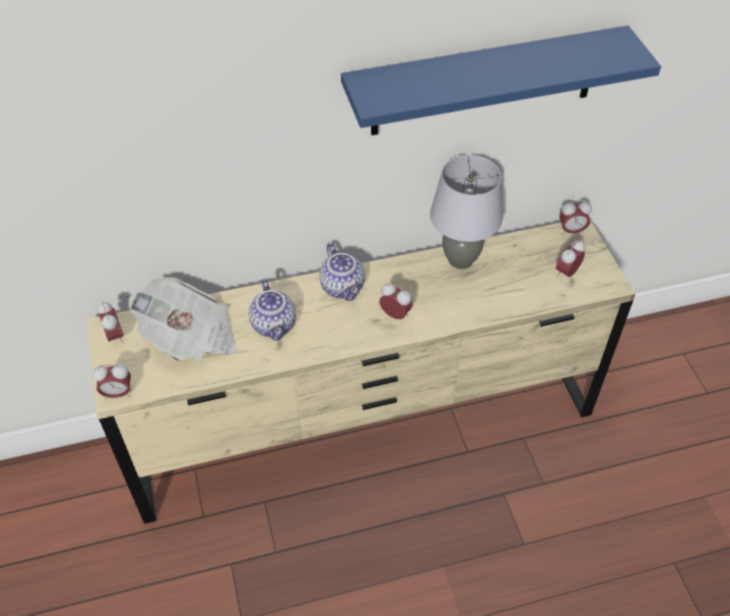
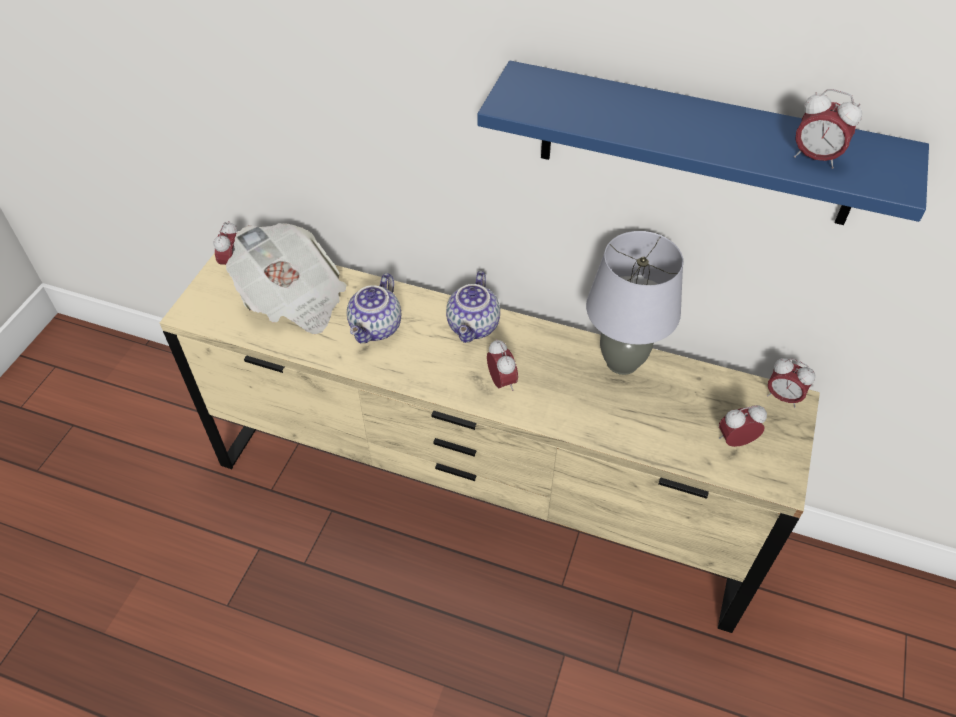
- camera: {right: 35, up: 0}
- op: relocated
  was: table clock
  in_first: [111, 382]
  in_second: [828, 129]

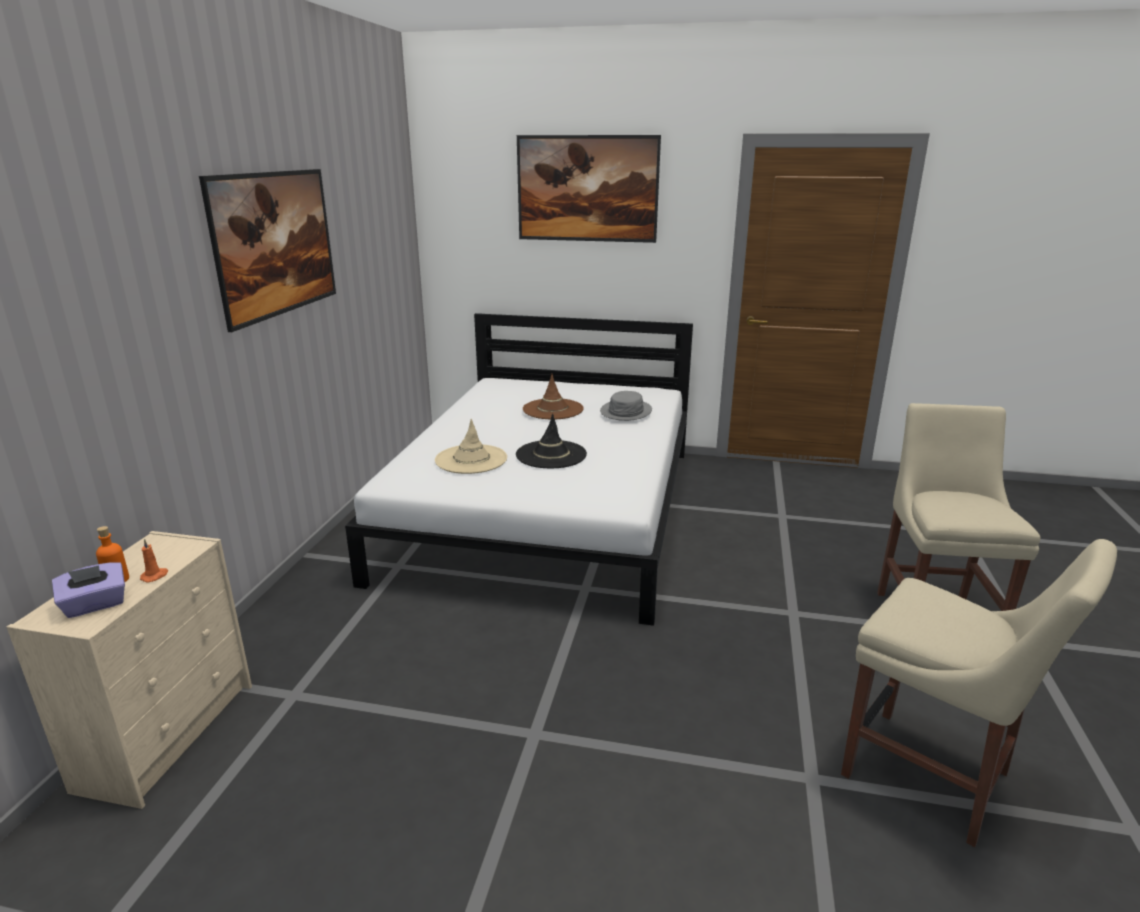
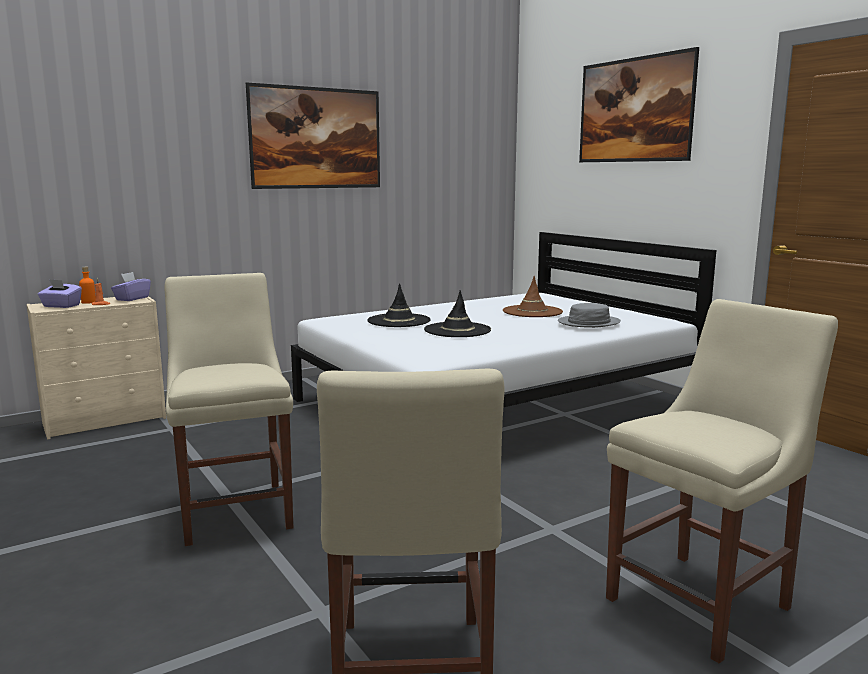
- camera: {right: 45, up: -10}
- op: colour
  was: beige wearable hat
  now: black wearable hat
  in_first: [471, 446]
  in_second: [398, 305]
- op: appeared
  now: purple-coloured tissue box
  in_second: [131, 286]
- op: appeared
  now: beige plain chair
  in_second: [229, 409]

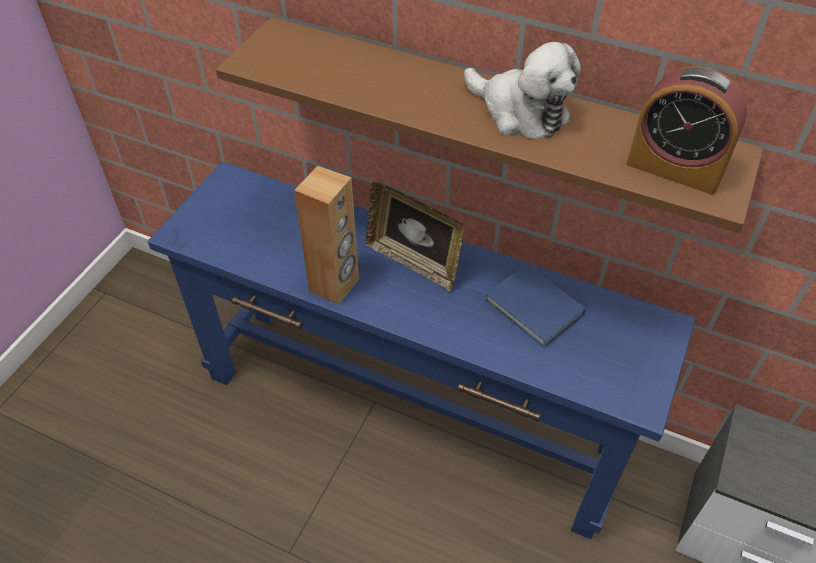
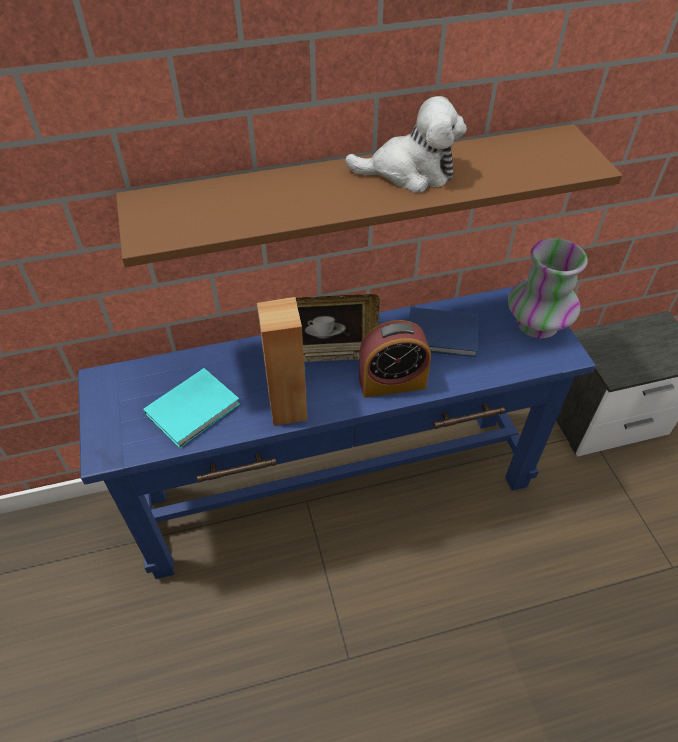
- camera: {right: -40, up: 0}
- op: relocated
  was: table clock
  in_first: [687, 130]
  in_second: [395, 359]
- op: appeared
  now: vase
  in_second: [548, 288]
- op: appeared
  now: turquoise book
  in_second: [191, 408]

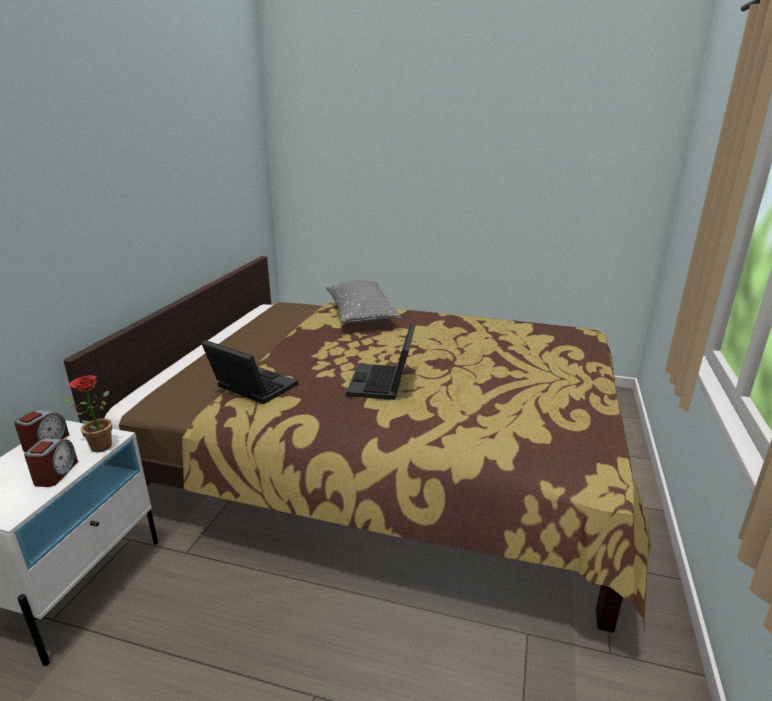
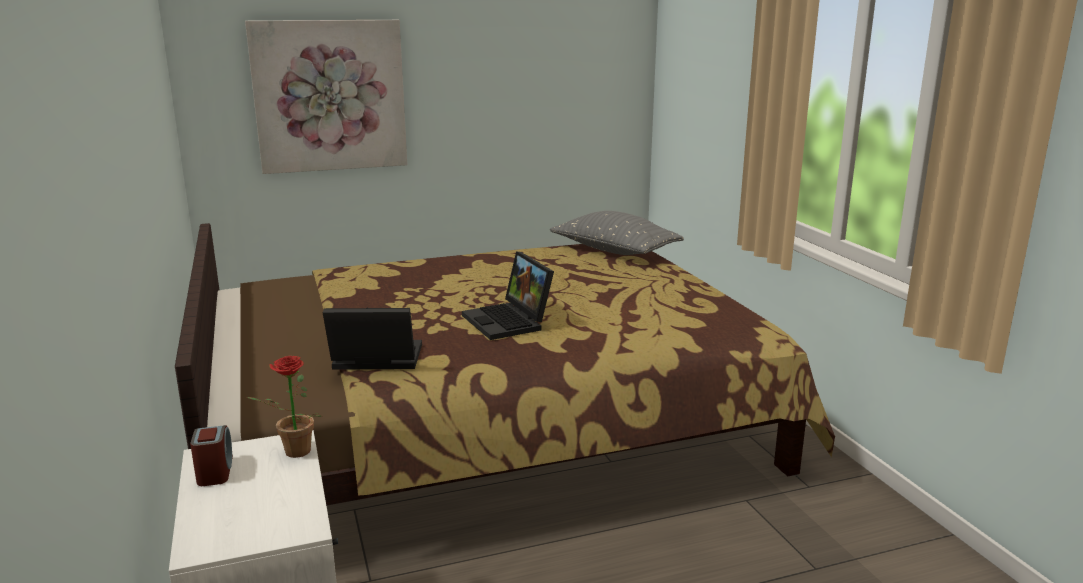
- camera: {right: -35, up: -5}
- op: relocated
  was: grey cushion
  in_first: [363, 301]
  in_second: [617, 233]
- op: missing
  was: table clock
  in_first: [51, 463]
- op: appeared
  now: wall art
  in_second: [326, 97]

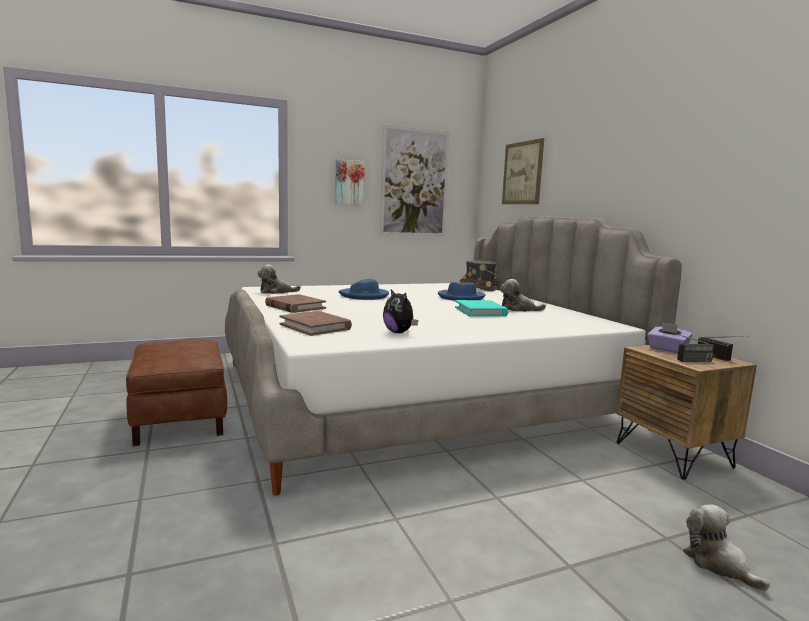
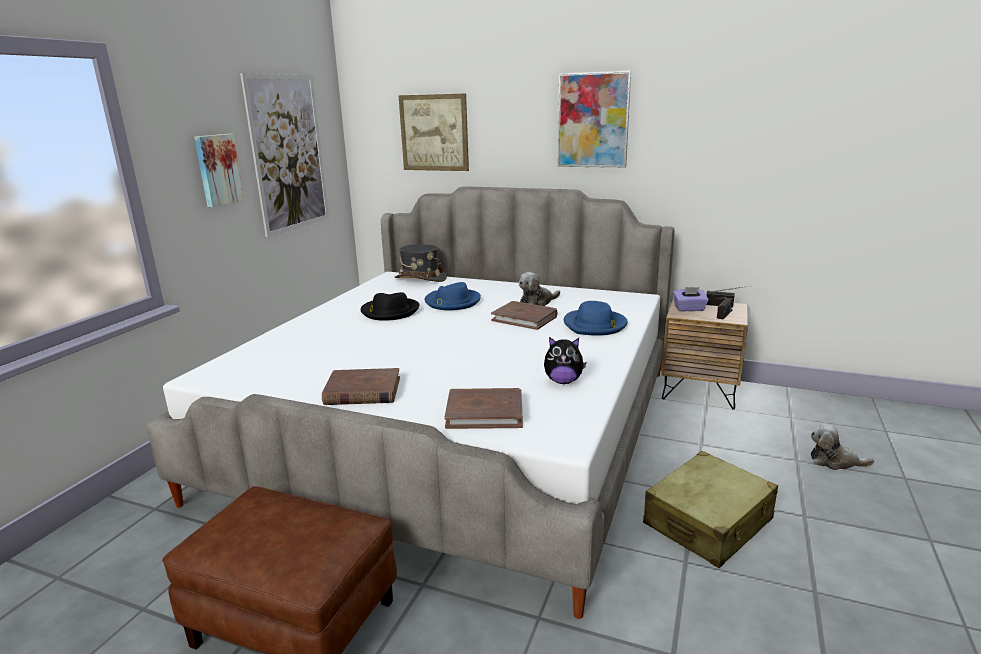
- camera: {right: -45, up: 10}
- op: missing
  was: soft toy
  in_first: [279, 279]
- op: relocated
  was: bluish wearable hat
  in_first: [364, 289]
  in_second: [596, 318]
- op: colour
  was: turquoise book
  now: brownish book
  in_first: [481, 308]
  in_second: [524, 315]
- op: appeared
  now: wall art
  in_second: [594, 119]
- op: appeared
  now: black wearable hat
  in_second: [390, 306]
- op: appeared
  now: beige piece of luggage
  in_second: [710, 509]

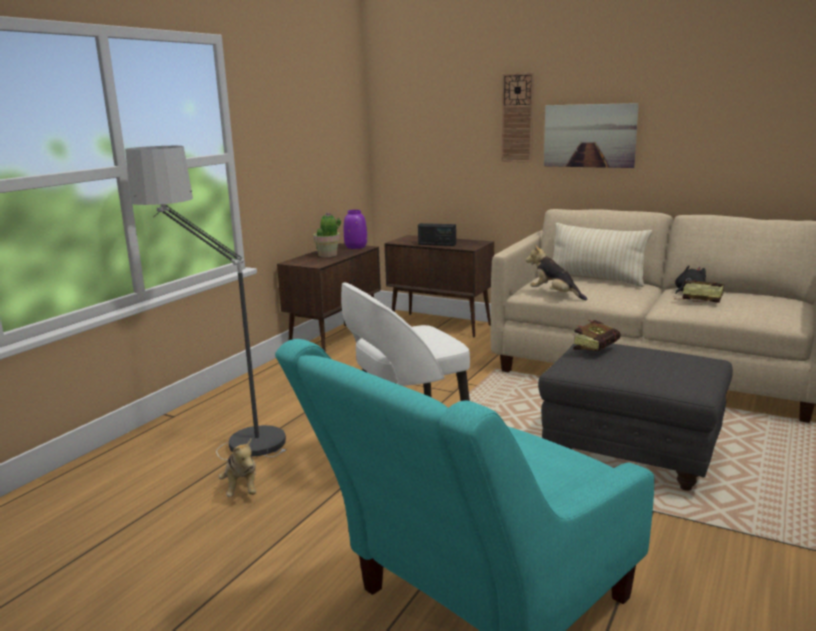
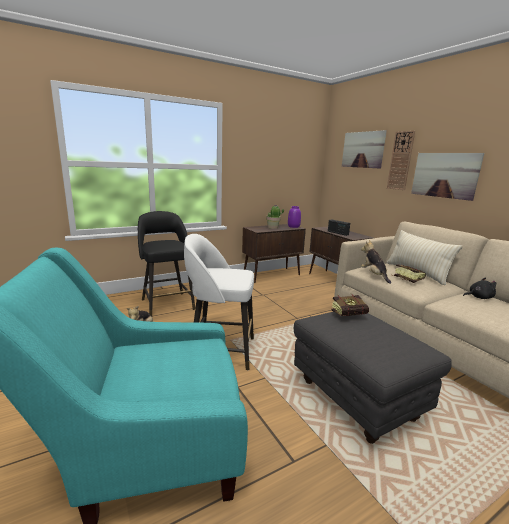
- camera: {right: 30, up: 0}
- op: exchanged
  was: standing lamp
  now: black stool seat
  in_first: [205, 303]
  in_second: [166, 263]
- op: relocated
  was: book
  in_first: [703, 291]
  in_second: [409, 273]
- op: appeared
  now: wall art
  in_second: [364, 149]

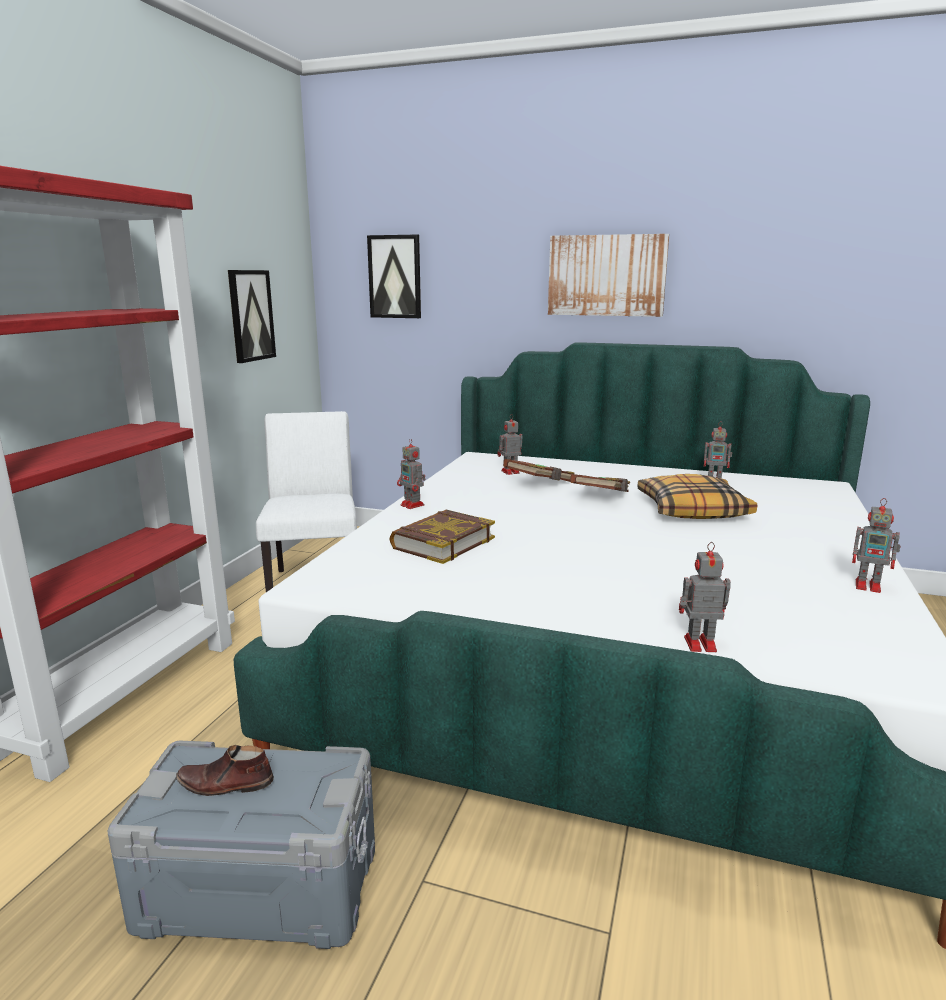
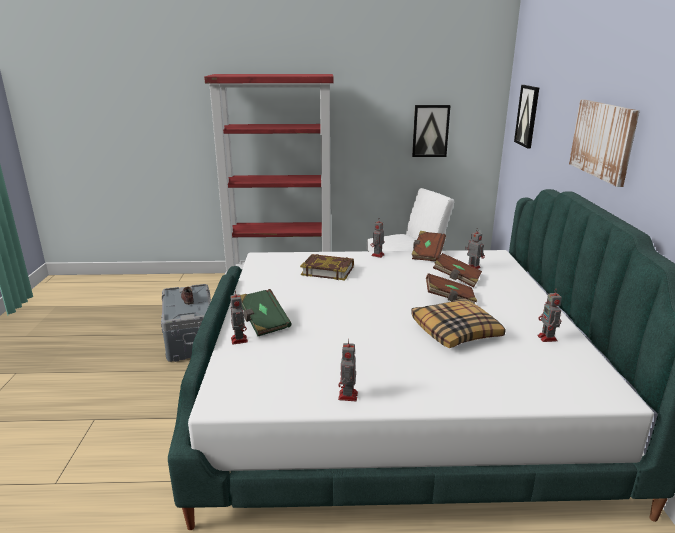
- camera: {right: 70, up: 5}
- op: appeared
  now: brownish book
  in_second: [428, 246]
- op: appeared
  now: greenish book
  in_second: [266, 312]

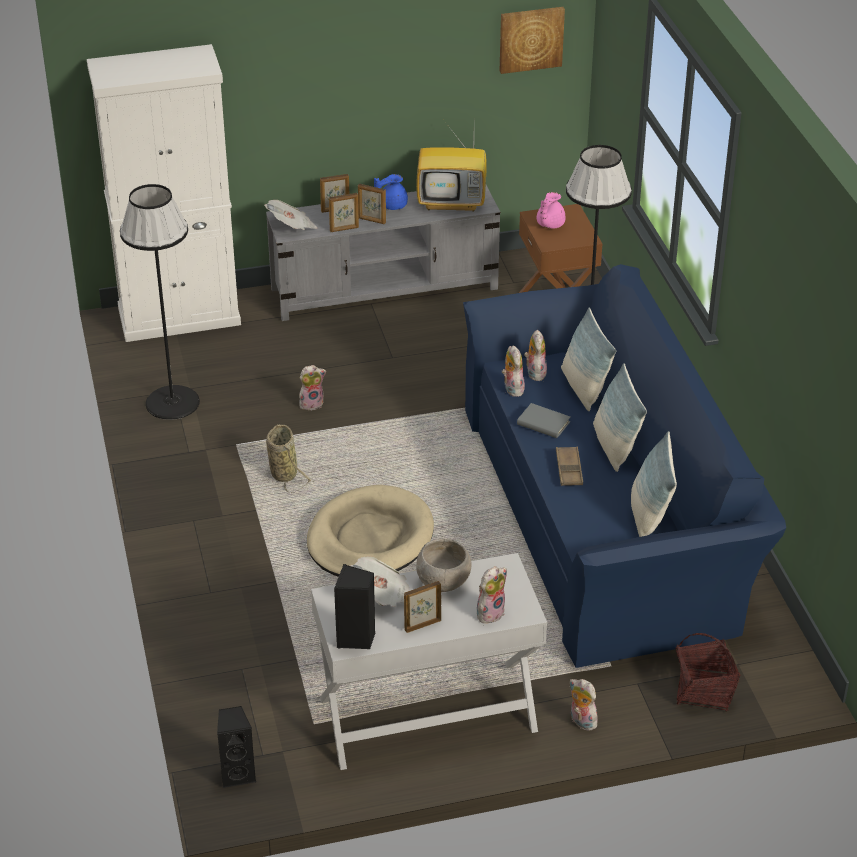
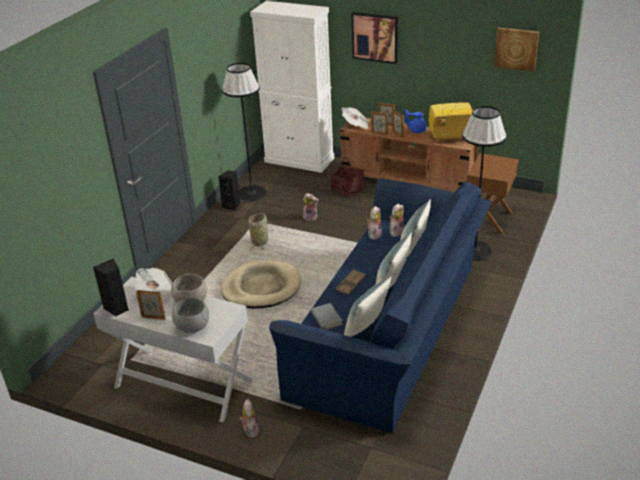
- camera: {right: 40, up: -5}
- op: spun
  was: television
  in_first: [451, 167]
  in_second: [451, 122]
  clockwise: 135
- op: colour
  was: grey media console
  now: brownish media console
  in_first: [383, 253]
  in_second: [409, 155]
- op: missing
  was: pink tea pot
  in_first: [551, 210]
- op: relocated
  was: grey book
  in_first: [543, 420]
  in_second: [327, 316]
- op: exchanged
  was: soft toy
  now: grey bowl
  in_first: [492, 594]
  in_second: [190, 315]
- op: relocated
  was: household basket
  in_first: [707, 672]
  in_second: [348, 177]
- op: relocated
  was: black loudspeaker
  in_first: [237, 747]
  in_second: [229, 190]
- op: appeared
  now: wall art
  in_second: [374, 38]

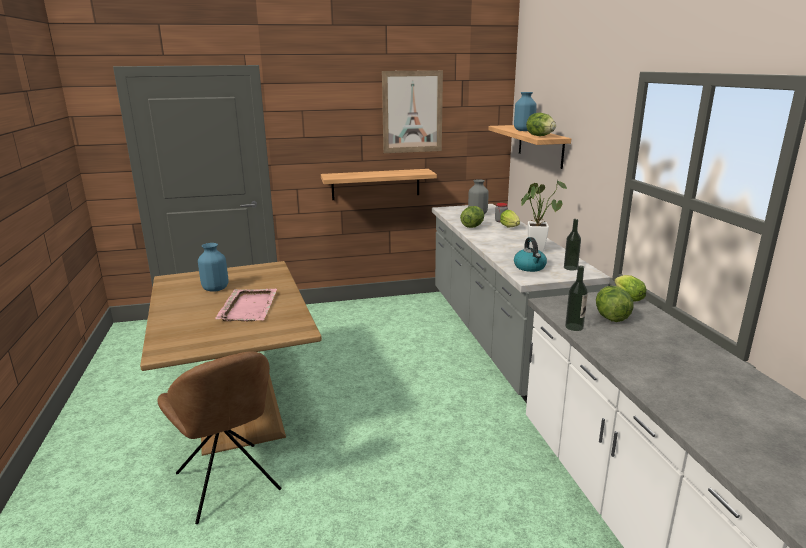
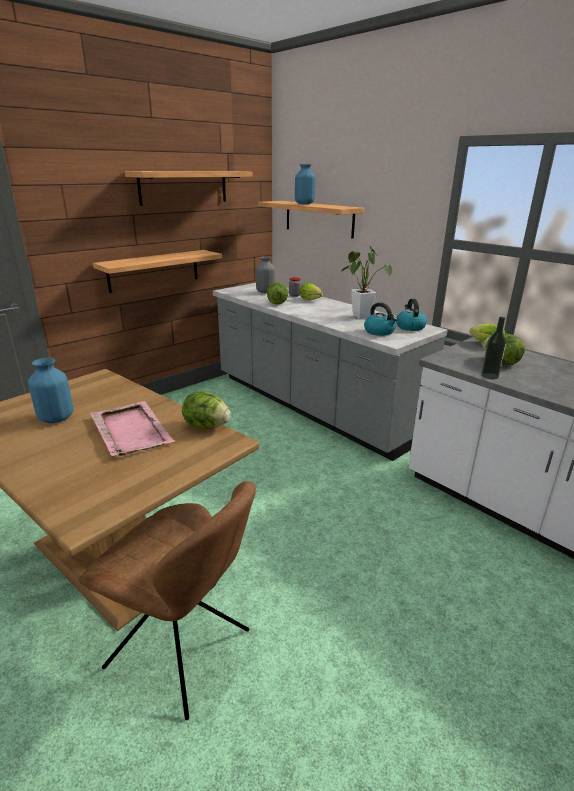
- camera: {right: -30, up: 5}
- op: exchanged
  was: wall art
  now: shelf
  in_first: [412, 111]
  in_second: [189, 188]
- op: relocated
  was: head of lettuce
  in_first: [541, 124]
  in_second: [206, 410]
- op: exchanged
  was: drink bottle
  now: water kettle
  in_first: [572, 244]
  in_second: [411, 315]

